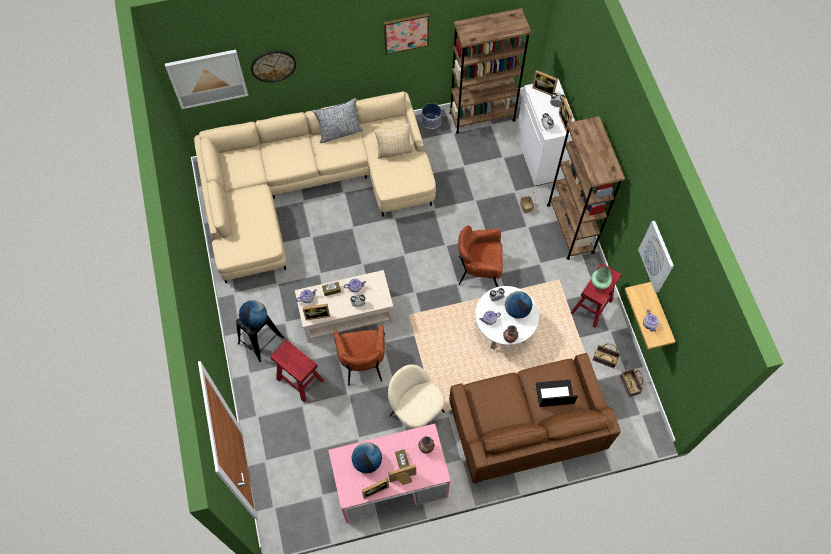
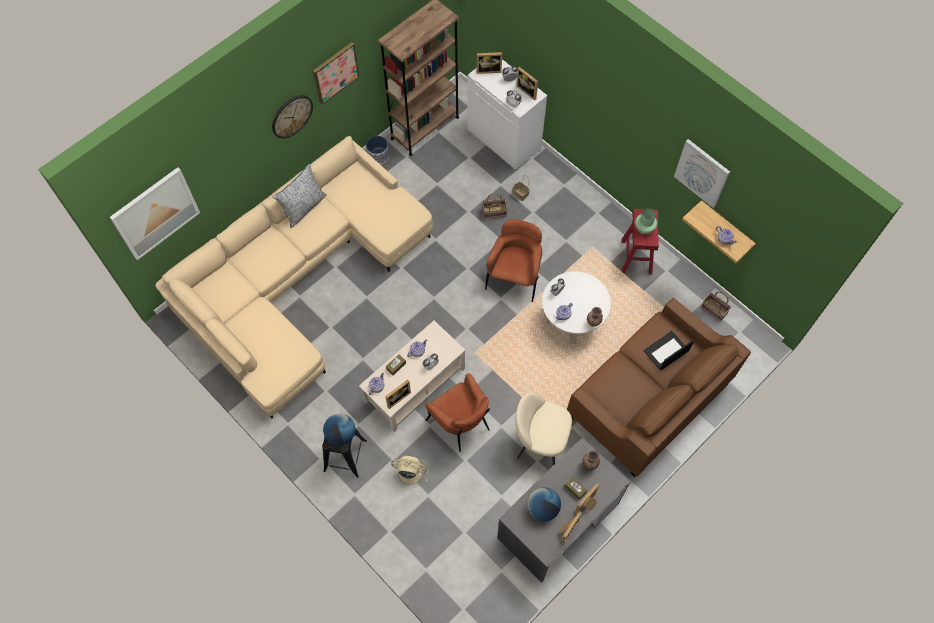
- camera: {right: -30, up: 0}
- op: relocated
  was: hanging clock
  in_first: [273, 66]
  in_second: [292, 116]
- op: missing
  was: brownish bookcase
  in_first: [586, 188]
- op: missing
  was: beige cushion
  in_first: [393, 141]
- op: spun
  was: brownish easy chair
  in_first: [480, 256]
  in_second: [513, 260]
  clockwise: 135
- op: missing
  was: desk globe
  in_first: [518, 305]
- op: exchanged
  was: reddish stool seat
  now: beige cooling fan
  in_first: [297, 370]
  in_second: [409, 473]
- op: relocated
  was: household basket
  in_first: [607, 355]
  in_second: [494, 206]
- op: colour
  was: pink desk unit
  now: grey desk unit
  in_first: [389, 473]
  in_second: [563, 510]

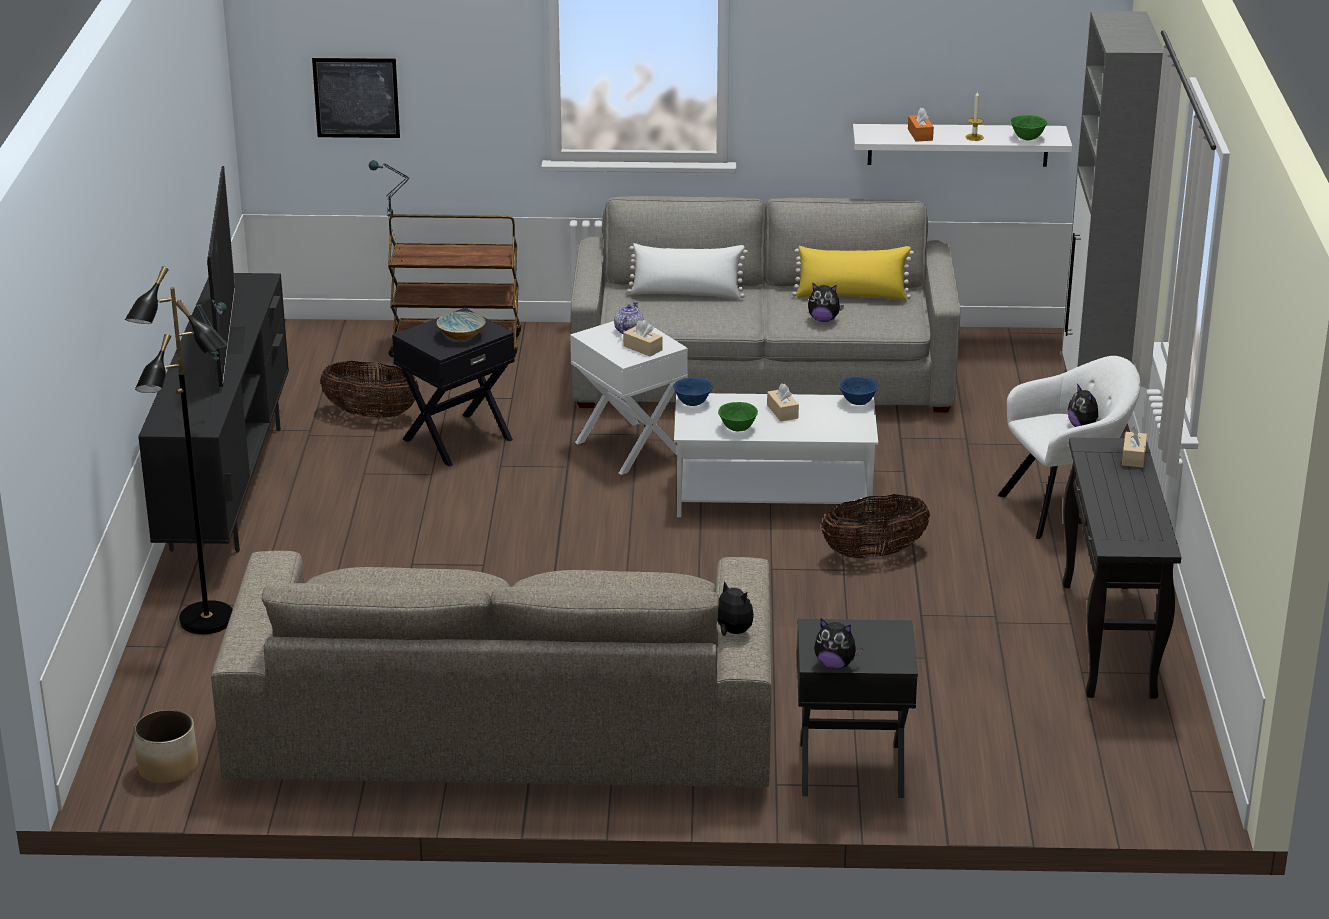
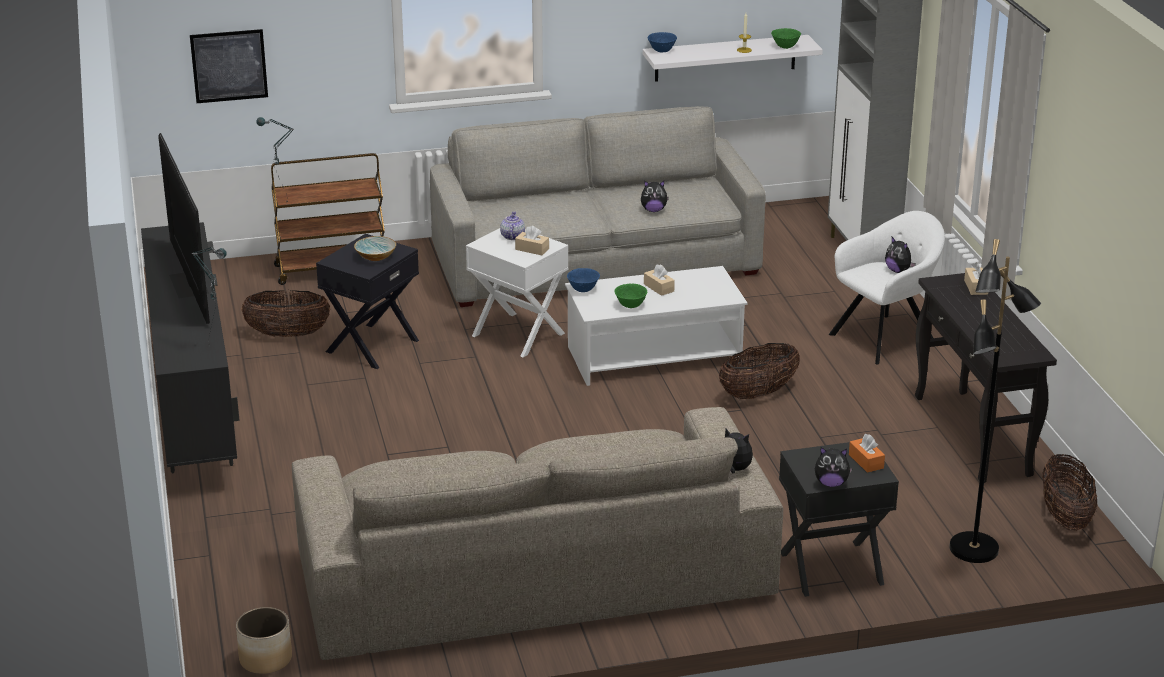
- camera: {right: -15, up: 0}
- op: relocated
  was: orange-coloured tissue box
  in_first: [921, 125]
  in_second: [867, 453]
- op: missing
  was: white cushion
  in_first: [687, 271]
- op: missing
  was: yellowish cushion
  in_first: [853, 273]
- op: relocated
  was: black standing lamp
  in_first: [179, 450]
  in_second: [995, 401]
- op: relocated
  was: bluish bowl
  in_first: [858, 390]
  in_second: [662, 42]
- op: appeared
  now: household basket
  in_second: [1070, 492]

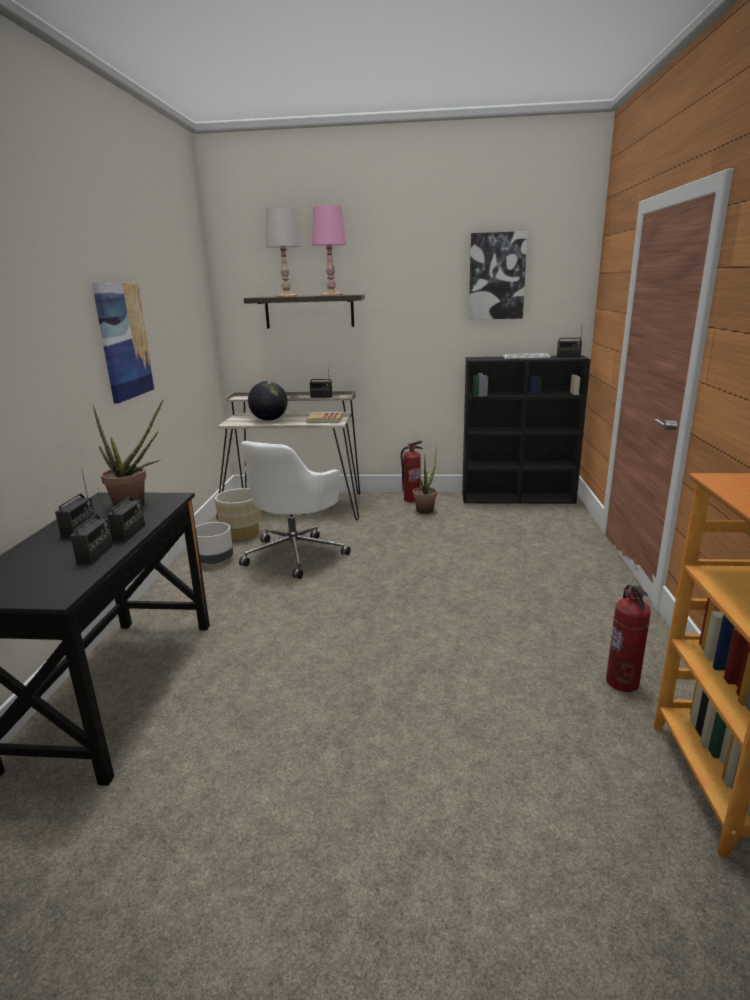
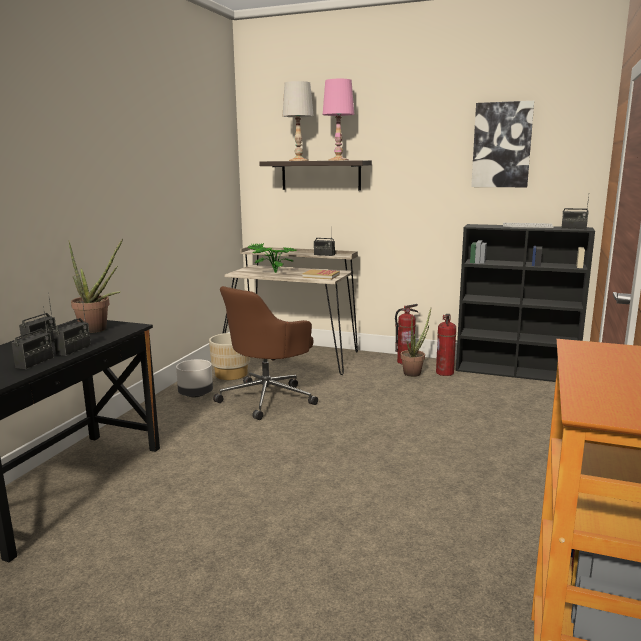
- camera: {right: 15, up: -5}
- op: missing
  was: wall art
  in_first: [123, 343]
- op: exchanged
  was: desk globe
  now: potted plant
  in_first: [268, 401]
  in_second: [272, 258]
- op: colour
  was: white desk chair
  now: brownish desk chair
  in_first: [295, 510]
  in_second: [265, 353]
- op: relocated
  was: extinguisher
  in_first: [628, 638]
  in_second: [446, 345]

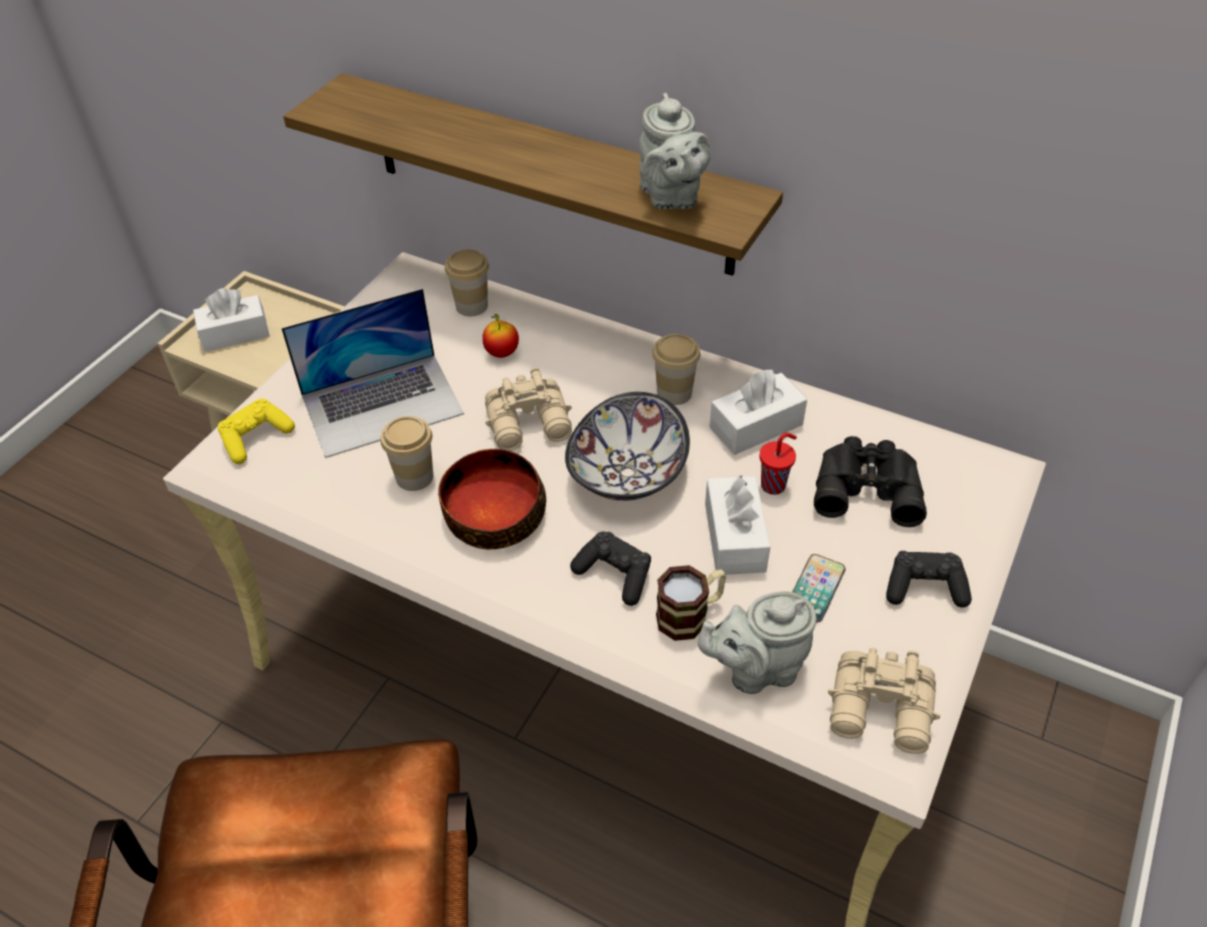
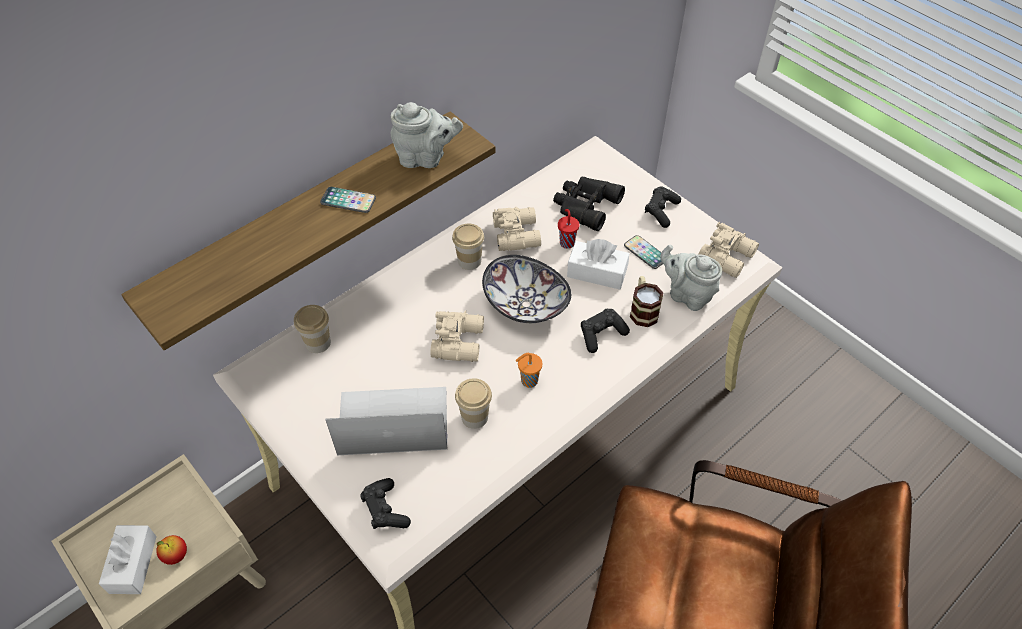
- camera: {right: -70, up: 5}
- op: spun
  was: laptop
  in_first: [372, 373]
  in_second: [386, 421]
  clockwise: -90
- op: relocated
  was: apple
  in_first: [500, 336]
  in_second: [171, 550]
- op: exchanged
  was: white tissue box
  now: beige field glasses
  in_first: [758, 412]
  in_second: [517, 229]
- op: colour
  was: yellowish joypad
  now: black joypad
  in_first: [256, 431]
  in_second: [385, 503]
- op: exchanged
  was: bowl
  now: orange-coloured cup
  in_first: [492, 499]
  in_second: [528, 370]
- op: spun
  was: grey tea pot
  in_first: [757, 642]
  in_second: [691, 277]
  clockwise: 120
- op: appeared
  now: handset
  in_second: [348, 200]

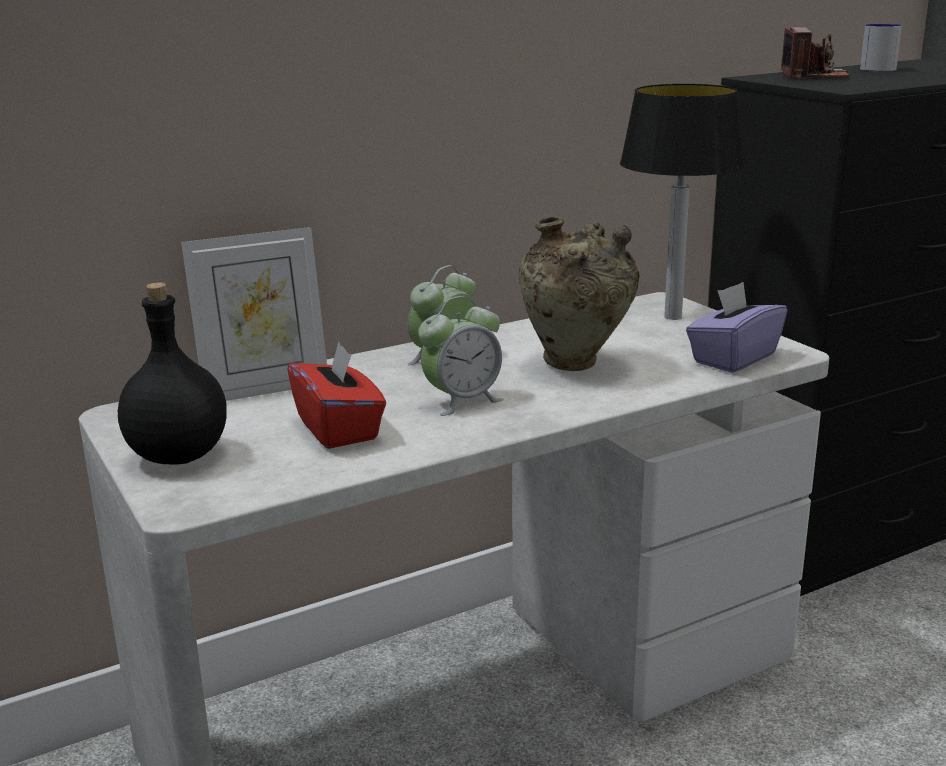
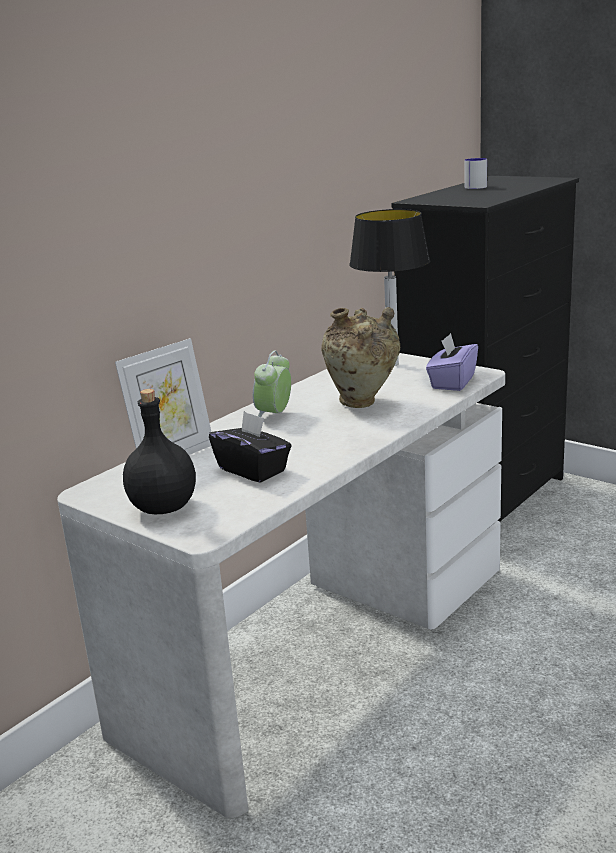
- camera: {right: -20, up: 0}
- op: missing
  was: still camera
  in_first: [815, 52]
- op: missing
  was: table clock
  in_first: [461, 356]
- op: colour
  was: reddish tissue box
  now: black tissue box
  in_first: [336, 395]
  in_second: [250, 447]

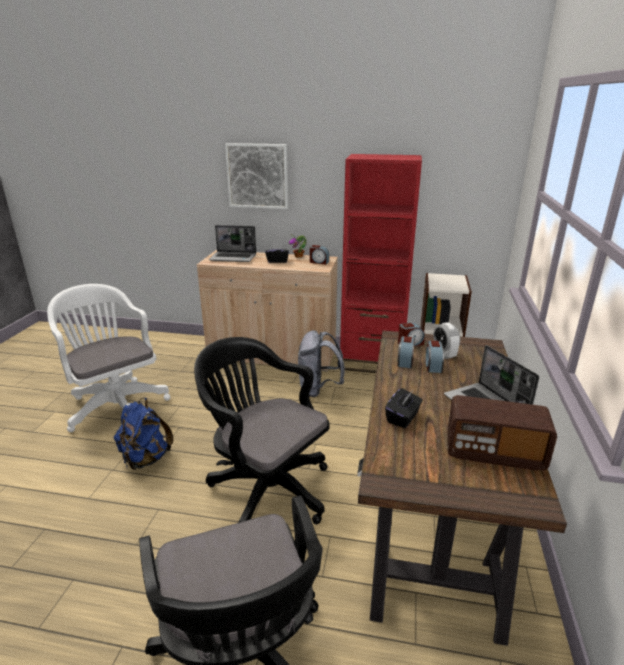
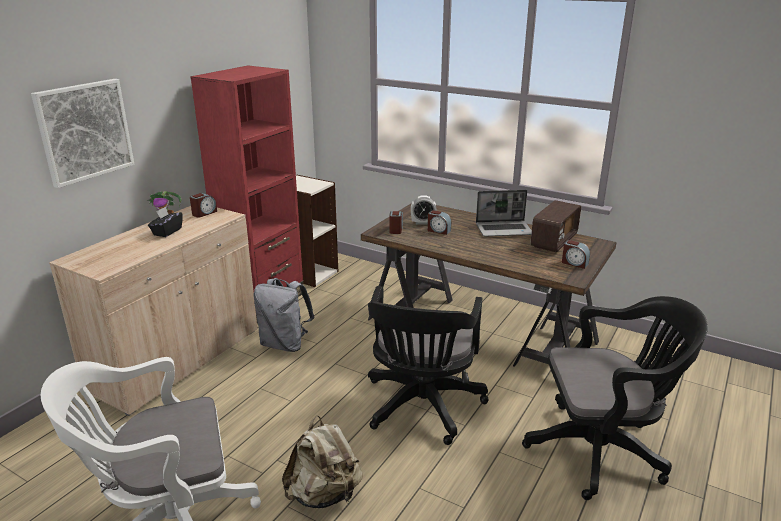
- camera: {right: -70, up: 0}
- op: missing
  was: laptop
  in_first: [232, 243]
- op: relocated
  was: table clock
  in_first: [406, 352]
  in_second: [576, 254]
- op: spun
  was: black desk chair
  in_first: [262, 430]
  in_second: [428, 365]
  clockwise: -45
- op: missing
  was: black tissue box
  in_first: [403, 408]
- op: colour
  was: bluish backpack
  now: beige backpack
  in_first: [144, 434]
  in_second: [322, 462]

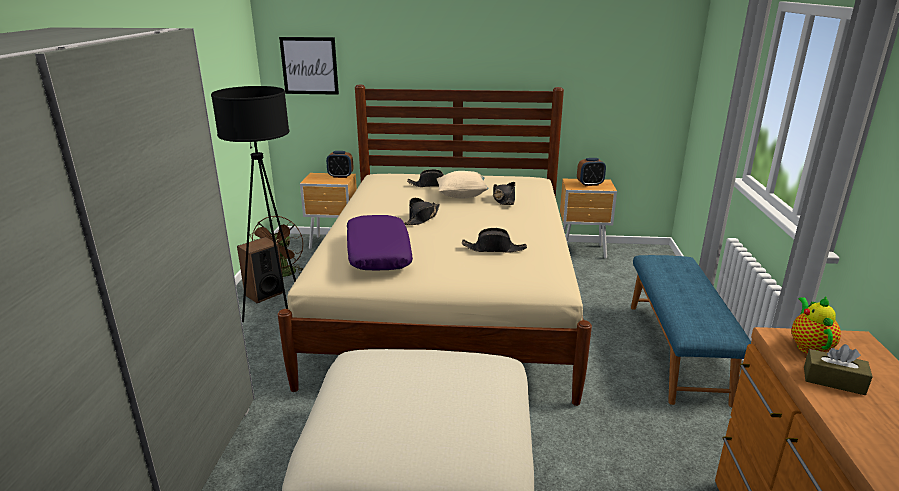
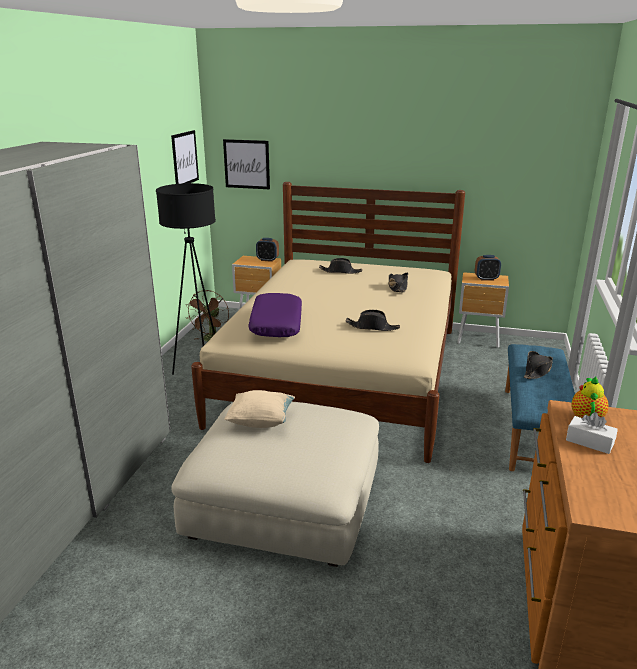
- camera: {right: 10, up: 0}
- op: relocated
  was: beige cushion
  in_first: [463, 184]
  in_second: [259, 409]
- op: relocated
  was: black wearable hat
  in_first: [422, 211]
  in_second: [538, 365]
- op: missing
  was: loudspeaker
  in_first: [260, 270]
- op: colour
  was: brownish tissue box
  now: white tissue box
  in_first: [838, 369]
  in_second: [592, 433]
- op: appeared
  now: wall art
  in_second: [185, 157]

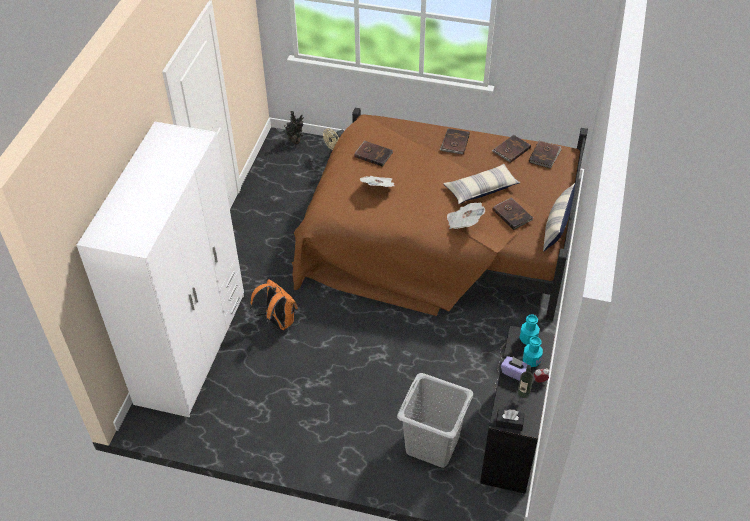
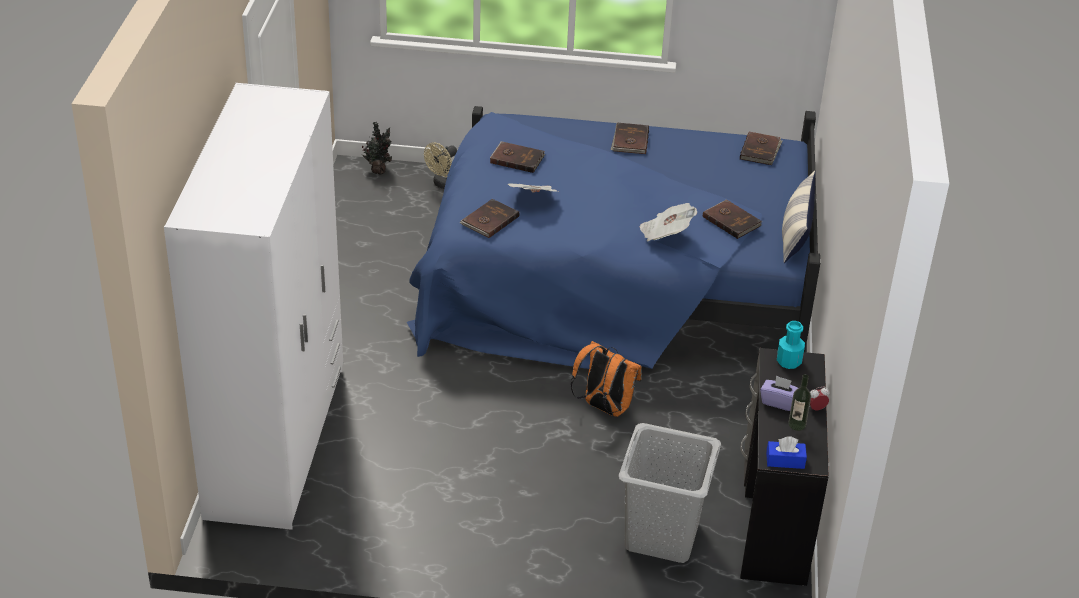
- camera: {right: -10, up: -10}
- op: colour
  was: brownish bedroom bed
  now: bluish bedroom bed
  in_first: [440, 214]
  in_second: [613, 237]
- op: relocated
  was: brownish book
  in_first: [511, 149]
  in_second: [489, 218]
- op: missing
  was: cushion
  in_first: [481, 184]
- op: relocated
  was: orange-coloured backpack
  in_first: [274, 304]
  in_second: [606, 379]
- op: missing
  was: turquoise drink bottle
  in_first: [533, 351]
- op: colour
  was: black tissue box
  now: bluish tissue box
  in_first: [510, 420]
  in_second: [786, 452]

